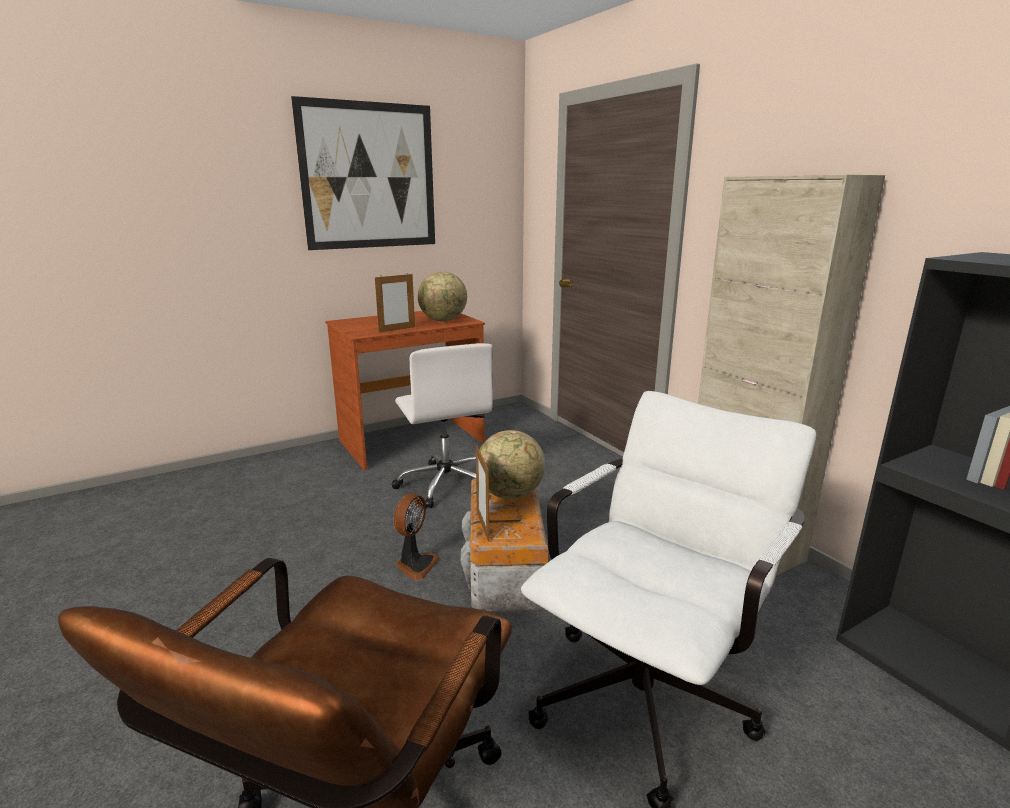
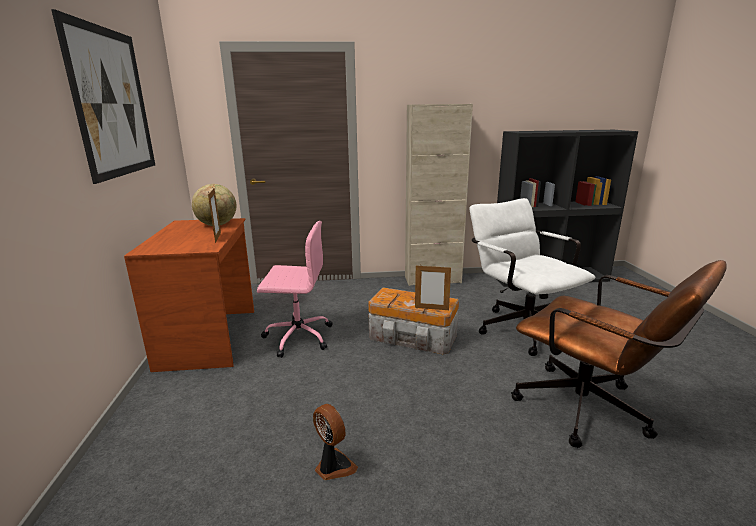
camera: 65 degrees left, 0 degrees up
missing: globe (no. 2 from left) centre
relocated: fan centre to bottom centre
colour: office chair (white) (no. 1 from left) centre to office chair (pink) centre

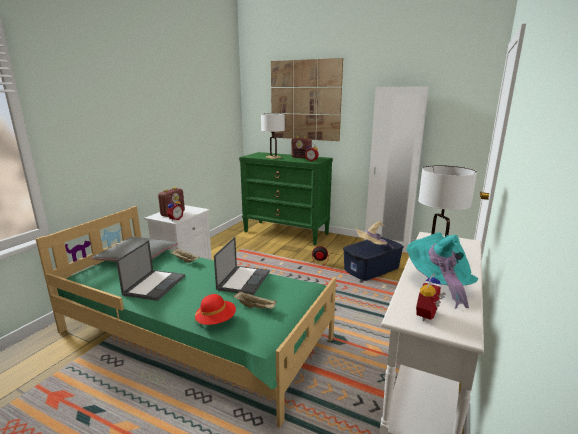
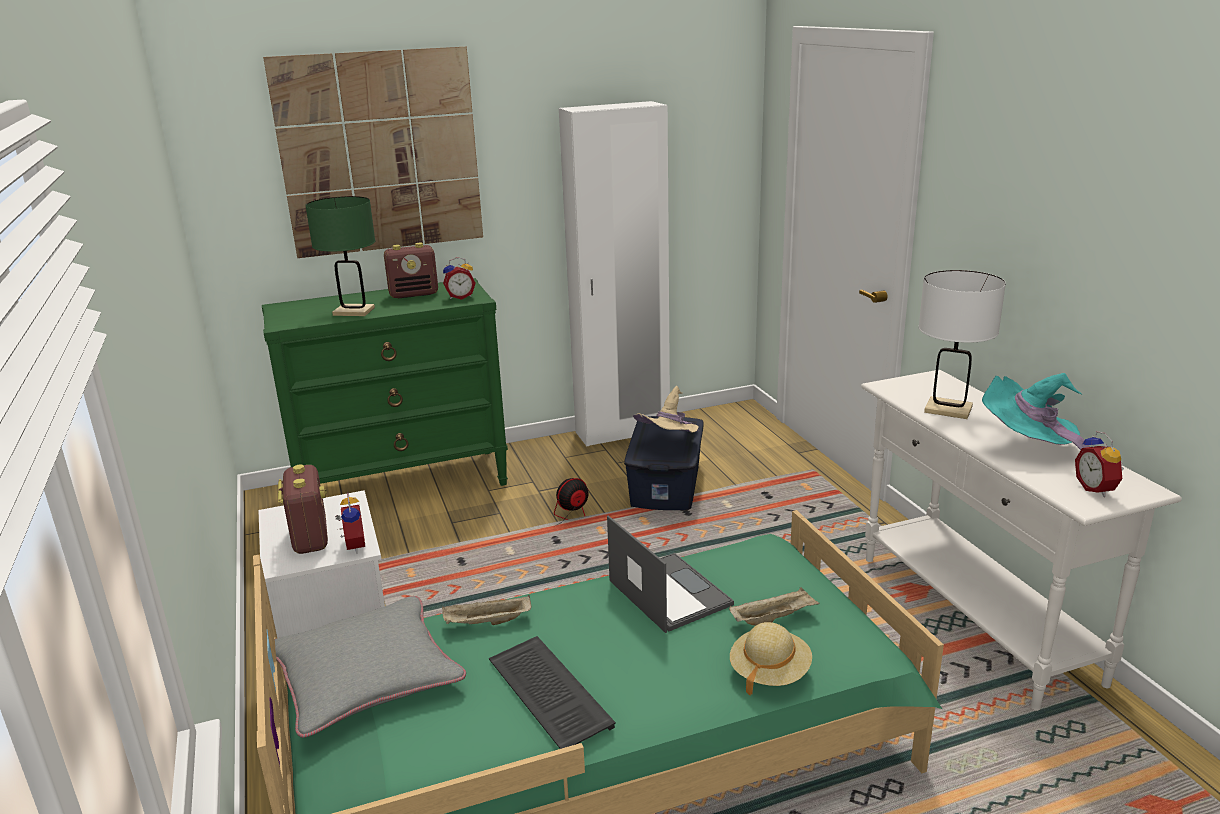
camera: 45 degrees left, 5 degrees up
exchanged: laptop (no. 1 from left) middle left to keyboard bottom centre
colour: table lamp (white) (no. 1 from left) top centre to table lamp (green) top left; hat (red) bottom centre to hat (beige) (no. 2 from left) bottom centre

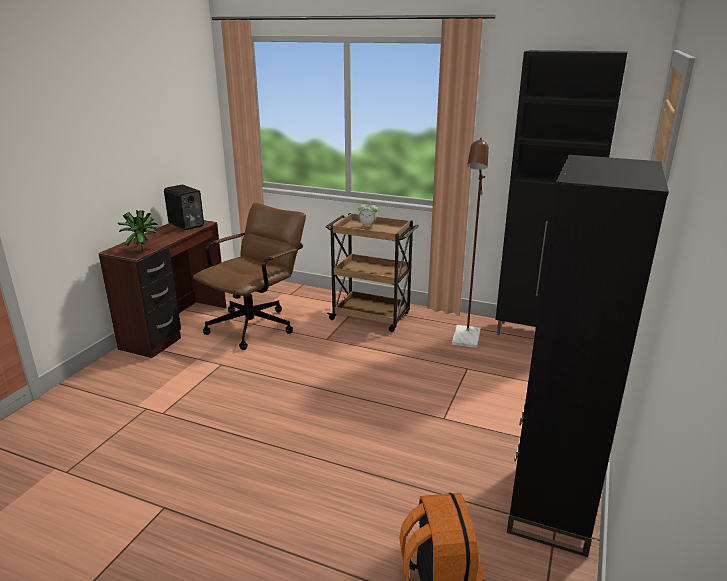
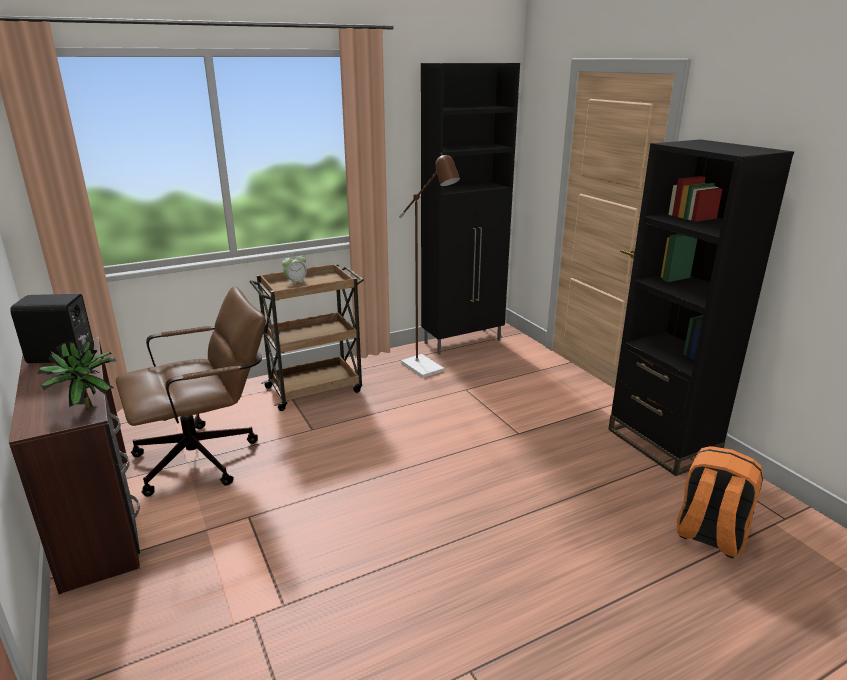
camera: 50 degrees left, 0 degrees up
spun: office chair (brown) centre = middle left 75 degrees clockwise

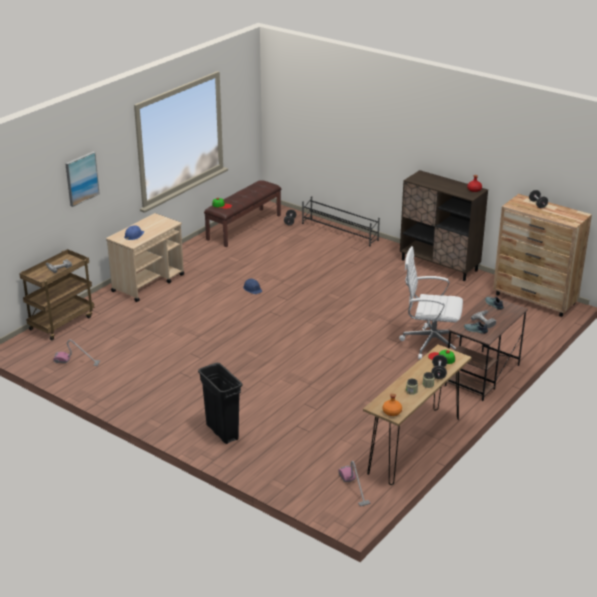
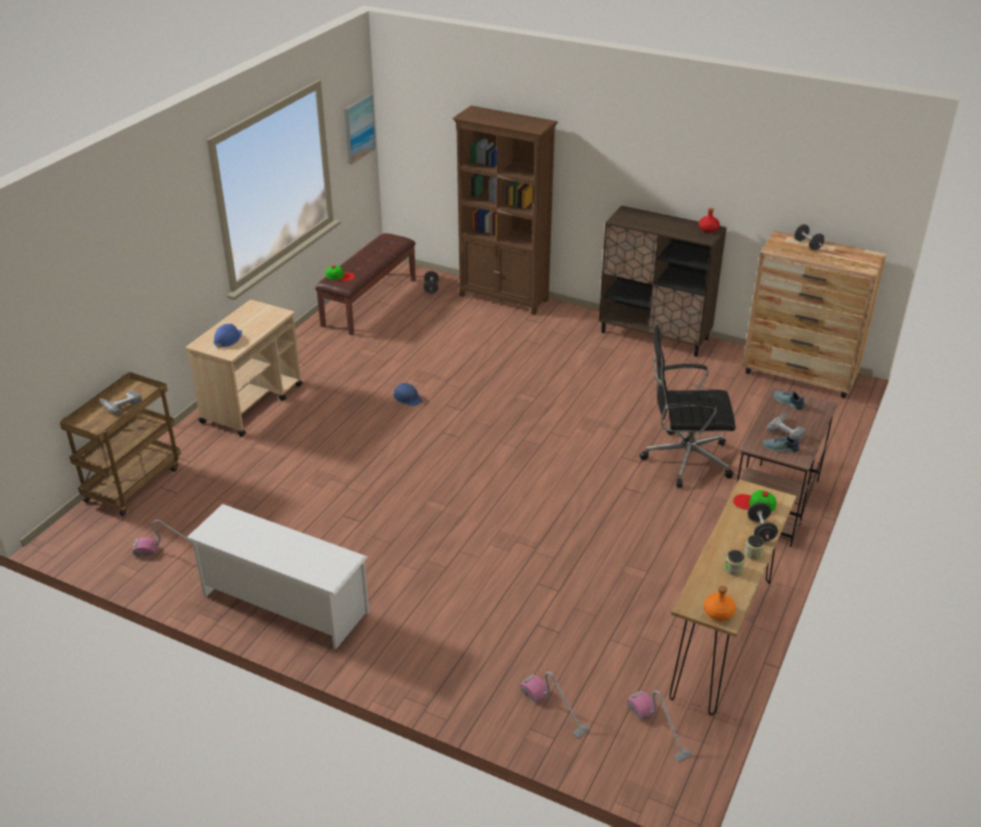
camera: 10 degrees left, 5 degrees up
missing: trash can (black) bottom centre
appeared: shoe rack (white) bottom left; vacuum cleaner (no. 2 from left) bottom centre
relocated: picture top left to top centre
exchanged: shoe rack (black) centre to bookcase (brown) top centre
colour: office chair (white) middle right to office chair (black) middle right

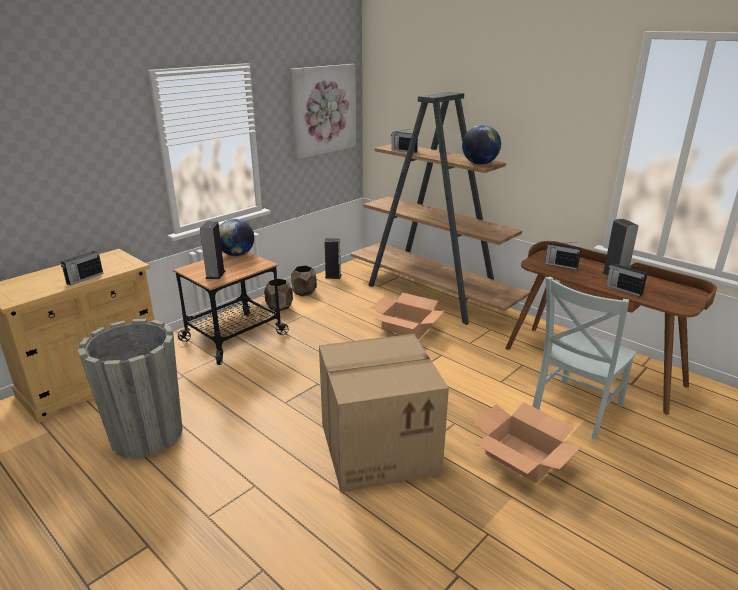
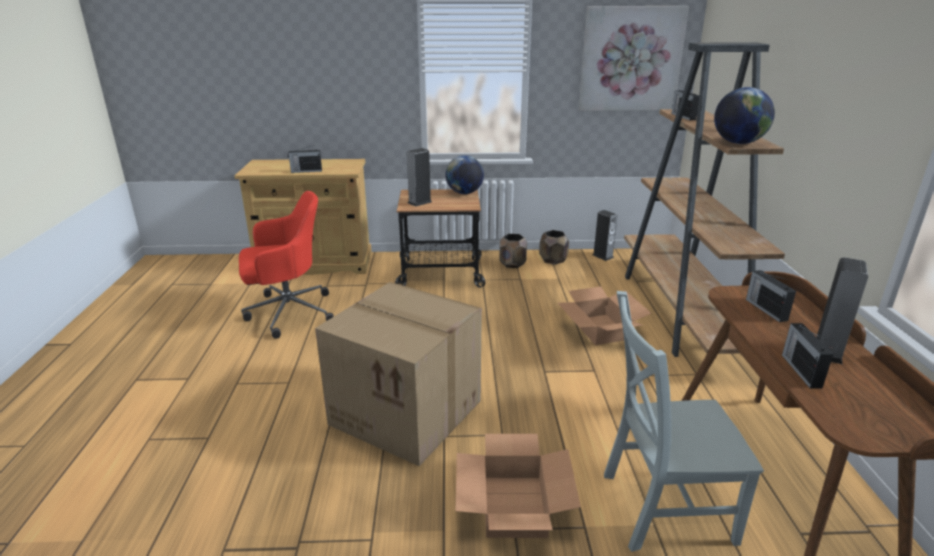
camera: 45 degrees right, 0 degrees up
exchanged: planter (grey) middle left to office chair (red) middle left

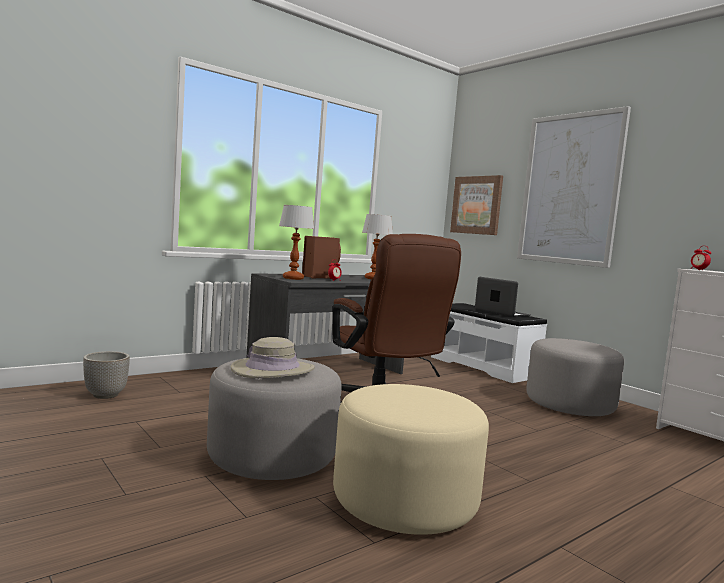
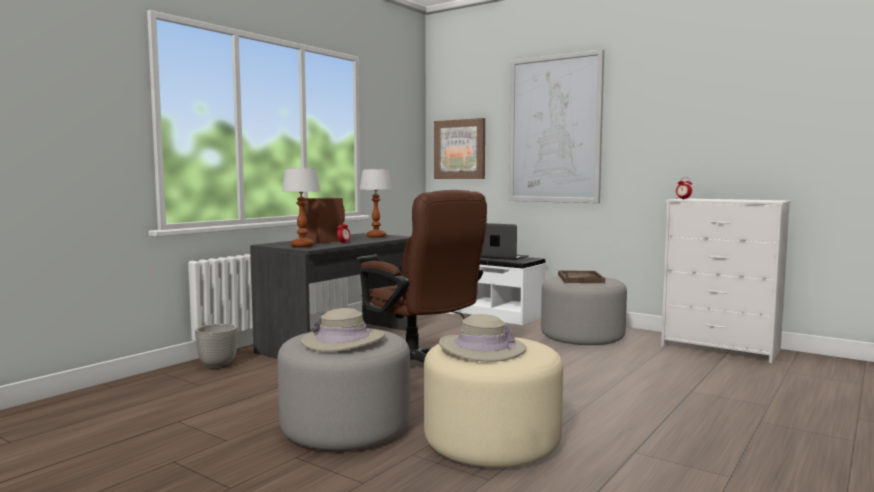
camera: 15 degrees left, 0 degrees up
appeared: hat (beige) (no. 2 from left) bottom centre; tray (brown) centre
relocated: planter middle left to bottom left

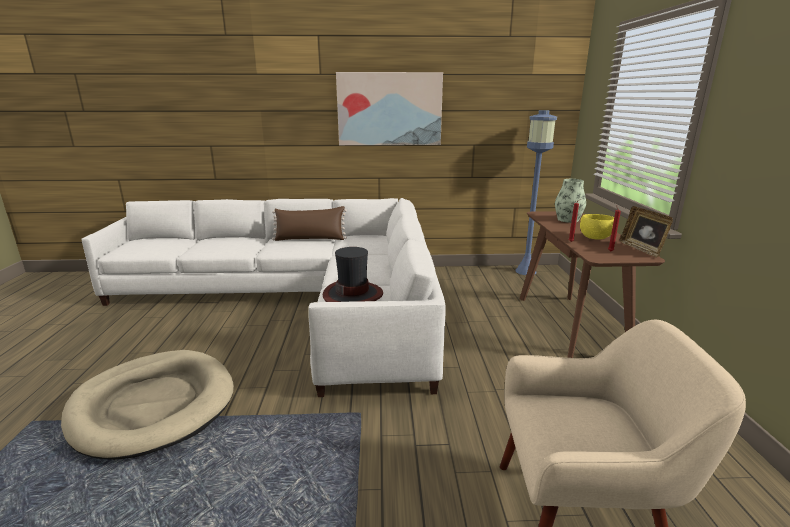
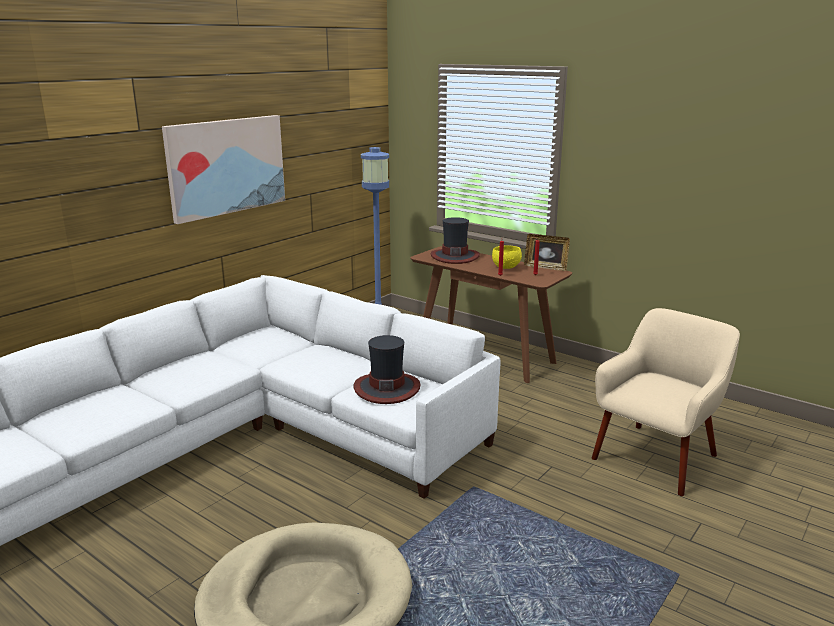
camera: 50 degrees left, 0 degrees up
missing: pillow (brown) centre
exchanged: vase middle right to hat (no. 2 from left) centre

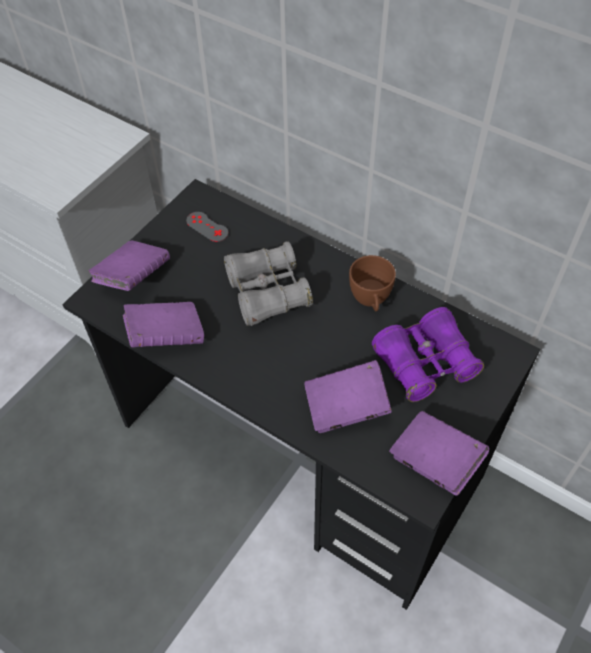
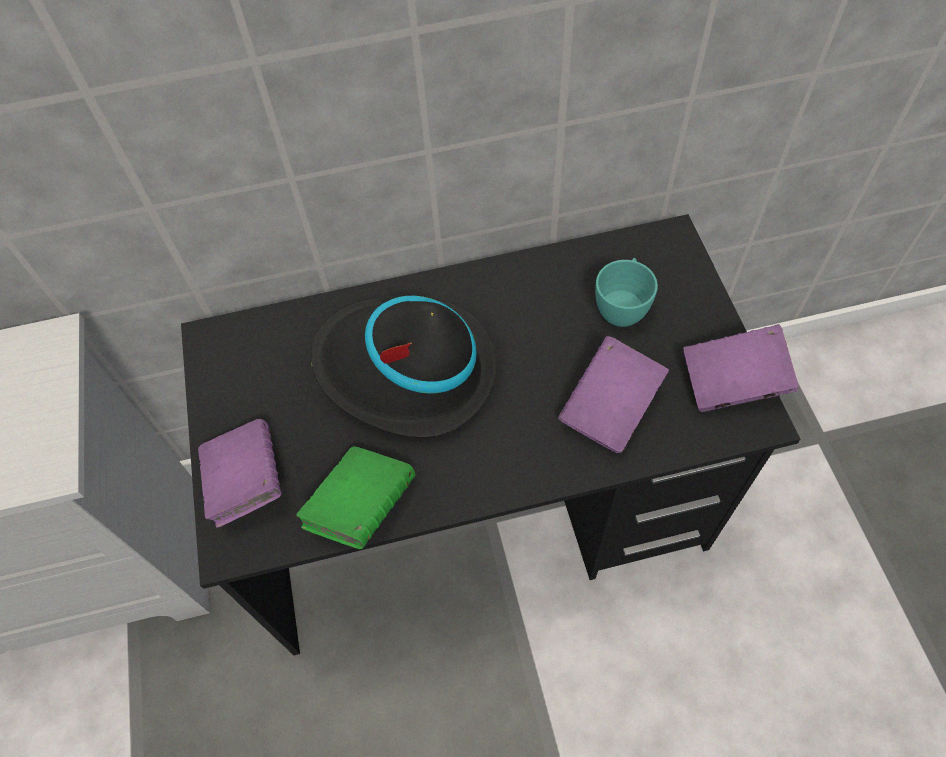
camera: 45 degrees left, 5 degrees up
missing: game controller (grey) centre; cup (brown) centre
exchanged: binoculars (grey) centre to hat (black) centre; binoculars (purple) middle right to cup (turquoise) centre
colour: book (purple) (no. 2 from left) middle left to book (green) centre

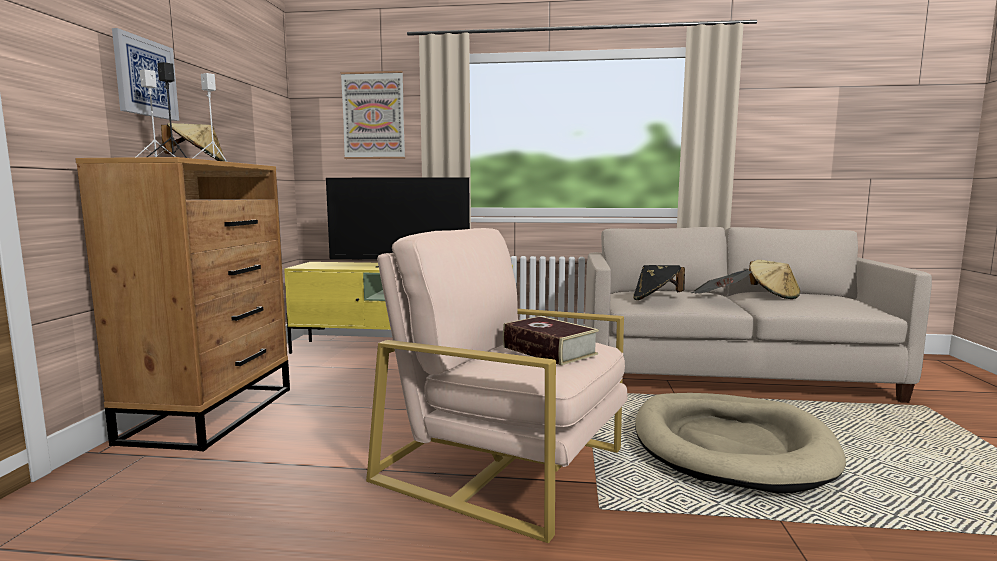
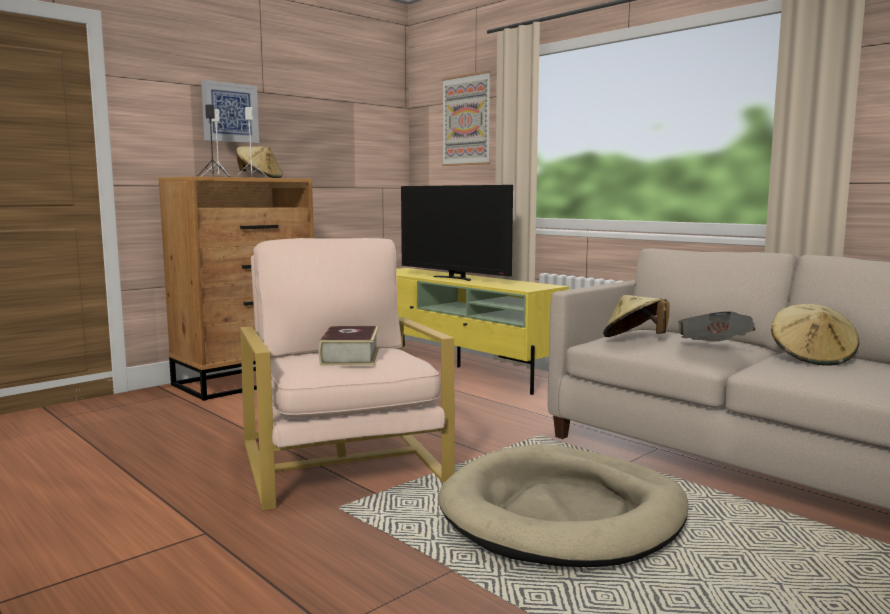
camera: 40 degrees right, 0 degrees up
colour: hat (black) centre to hat (beige) (no. 2 from left) middle right

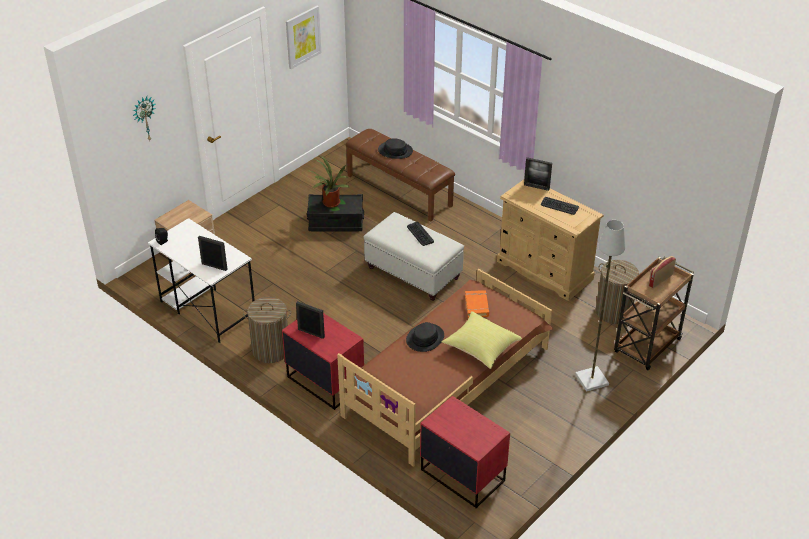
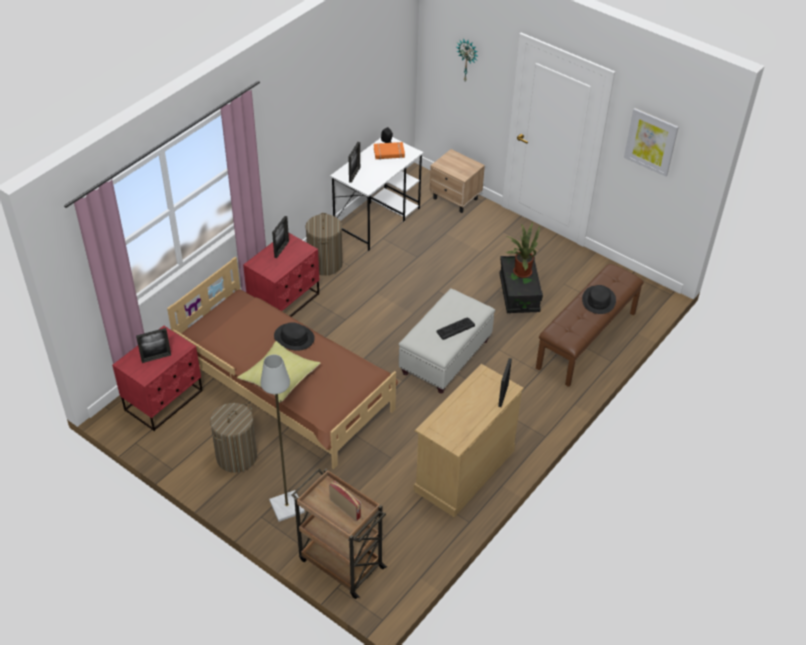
camera: 85 degrees right, 5 degrees up
missing: keyboard (no. 2 from left) middle right
appeared: picture frame (no. 1 from left) middle left
relocated: laundry basket (no. 2 from left in the first image) middle right to laundry basket (no. 1 from left) bottom left; book (orange) centre to top centre

